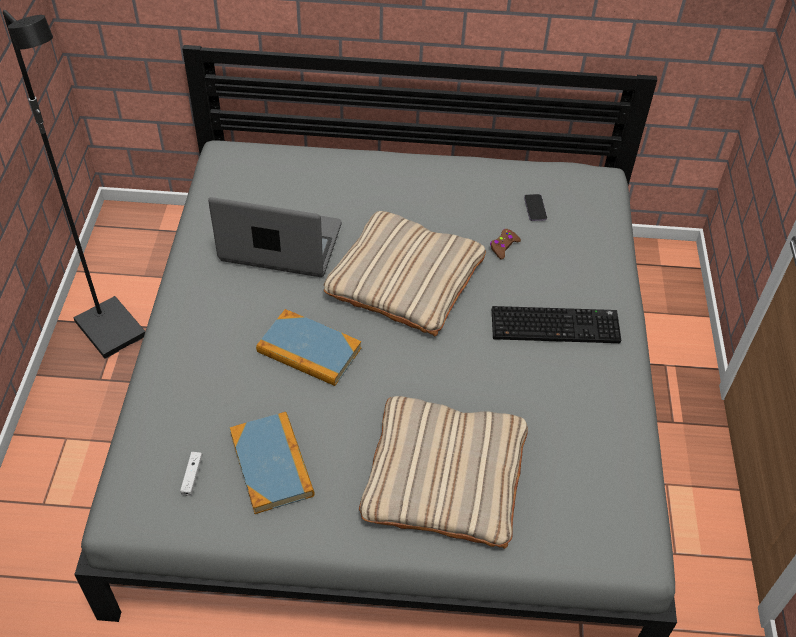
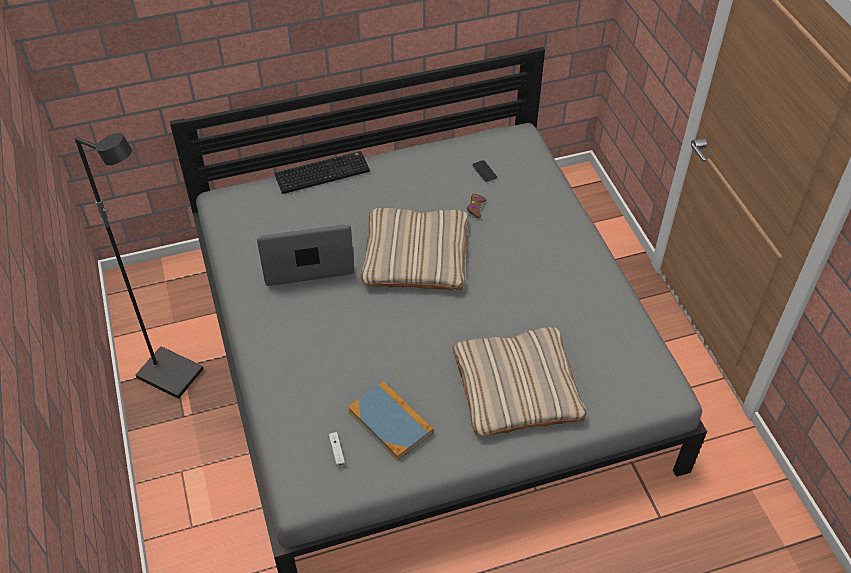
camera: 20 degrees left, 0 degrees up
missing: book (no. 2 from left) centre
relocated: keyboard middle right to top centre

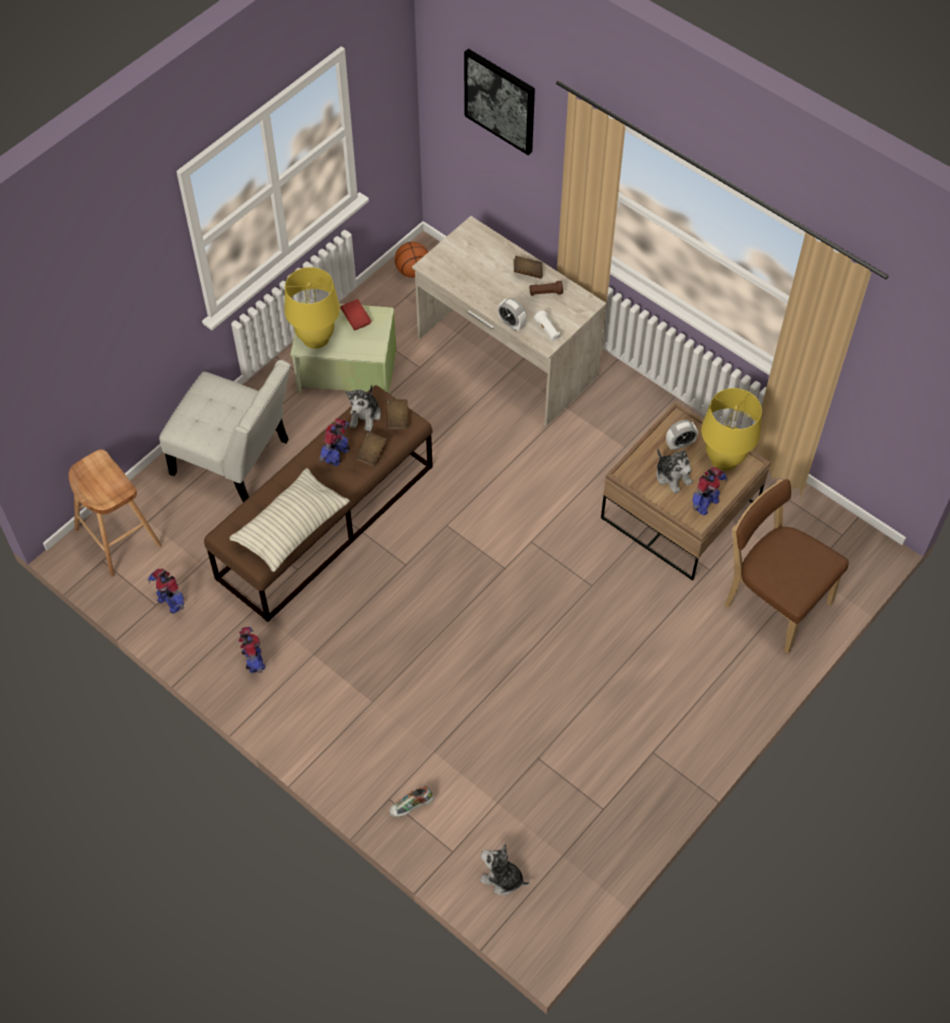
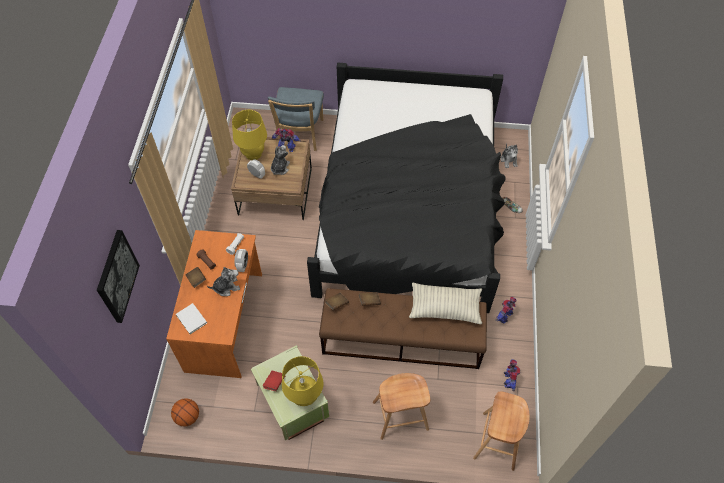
camera: 125 degrees left, 0 degrees up
missing: toy robot (no. 3 from left) centre
appeared: book (white) middle left; bed (black) centre
relocated: plush toy (no. 1 from left) centre to middle left
exchanged: chair (white) middle left to stool (brown) (no. 1 from left) bottom centre
colour: desk (beige) top centre to desk (orange) middle left; chair (brown) middle right to chair (blue) top centre

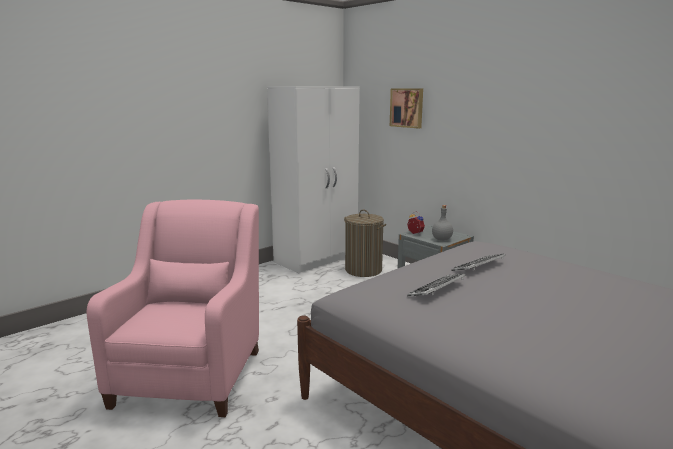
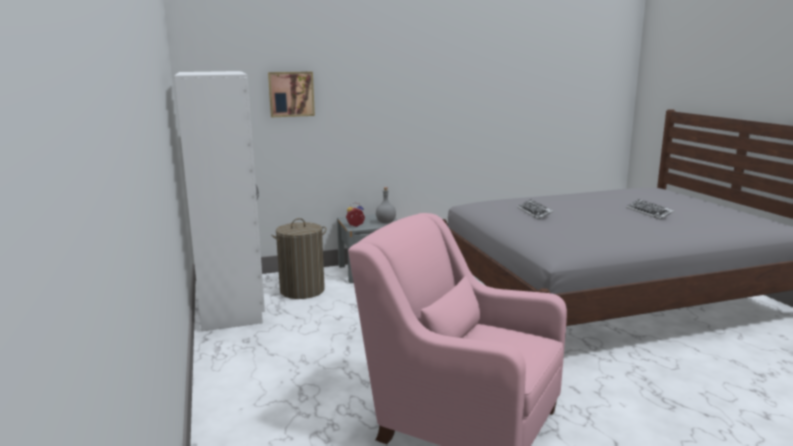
camera: 65 degrees left, 0 degrees up
relocated: keyboard (no. 1 from left in the first image) centre to keyboard (no. 2 from left) middle right

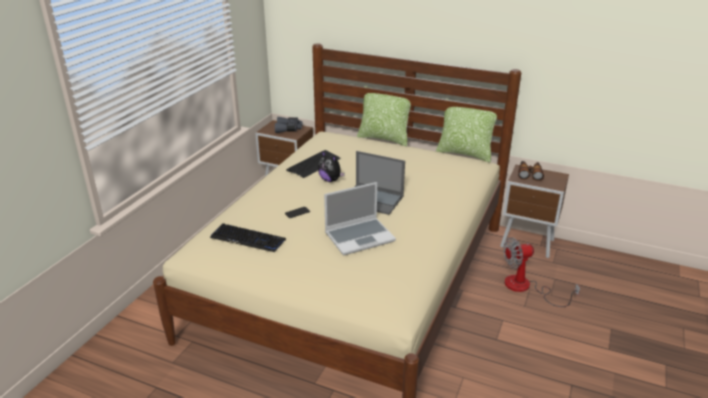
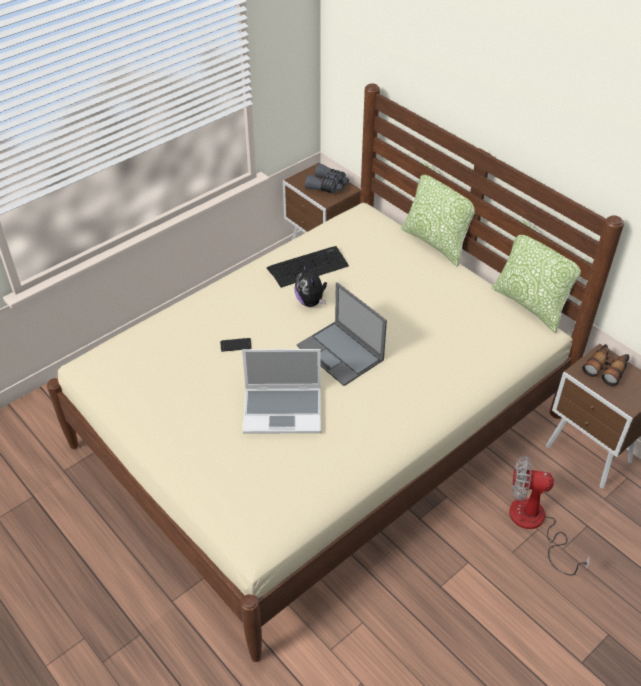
camera: 25 degrees right, 15 degrees up
missing: keyboard (no. 1 from left) centre

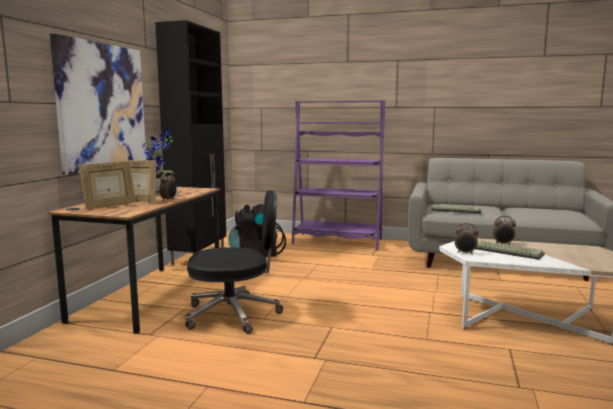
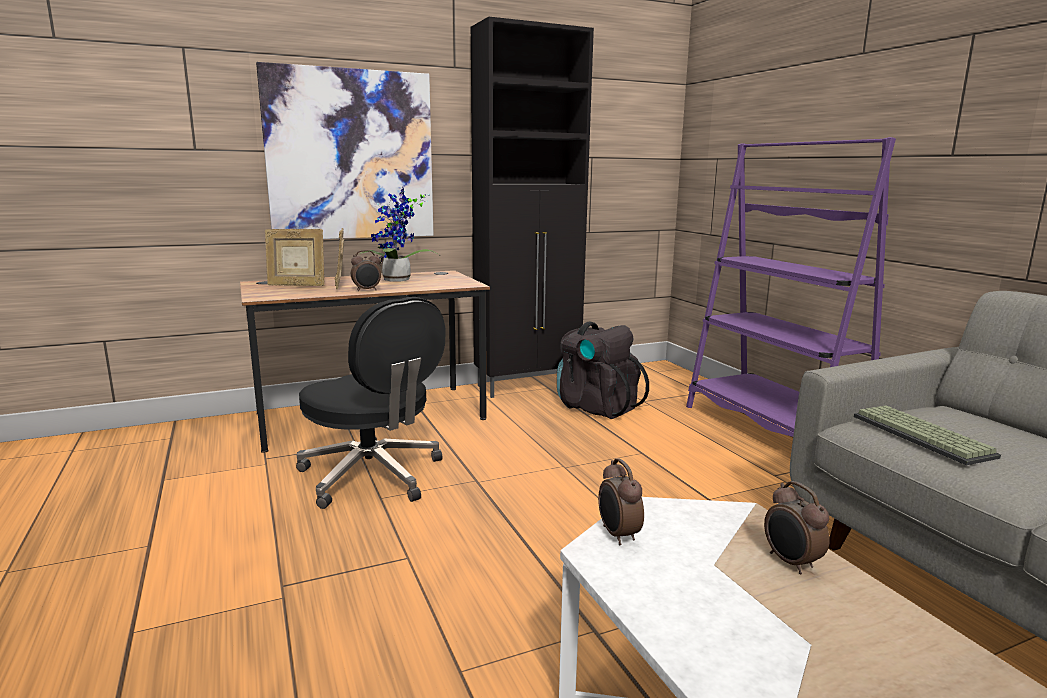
camera: 50 degrees right, 5 degrees up
missing: keyboard (no. 2 from left) middle right

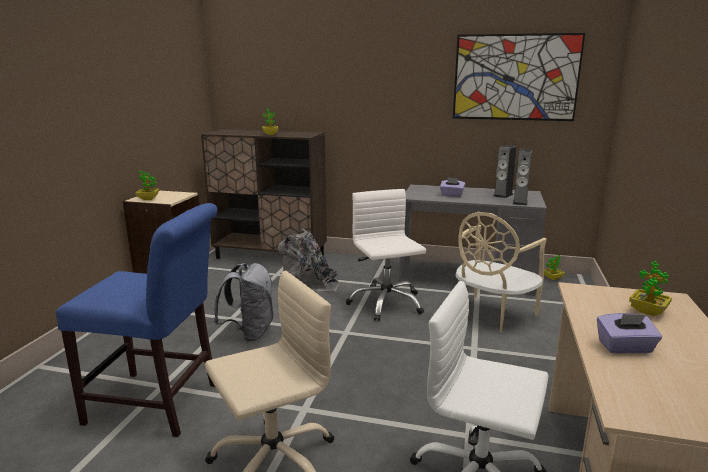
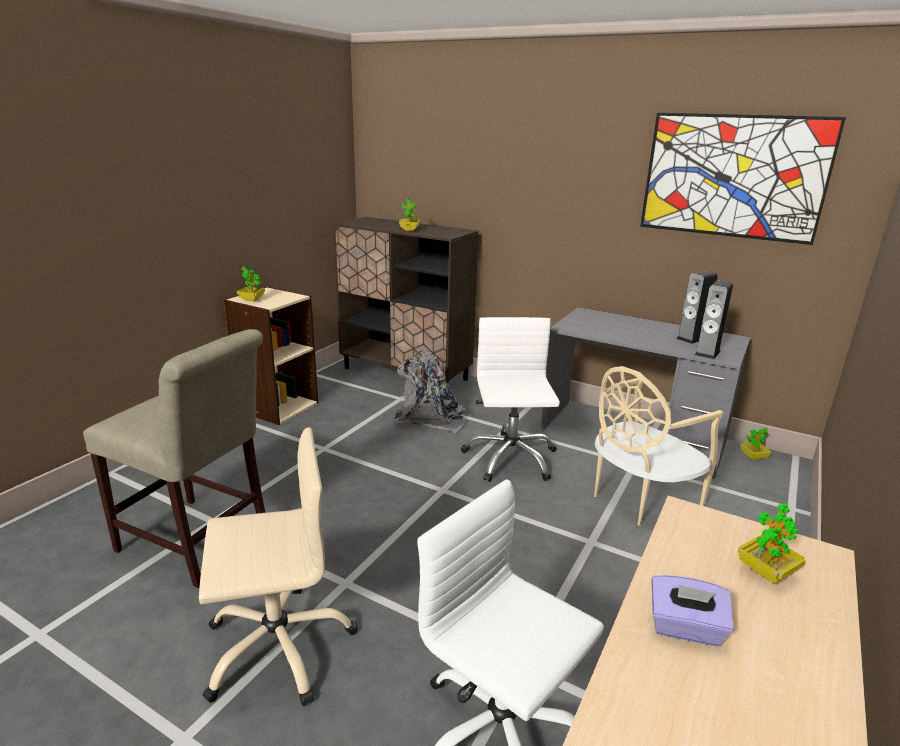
camera: 15 degrees right, 5 degrees up
missing: backpack (grey) (no. 1 from left) centre; tissue box (purple) (no. 1 from left) centre
colour: chair (blue) bottom left to chair (beige) (no. 1 from left) middle left

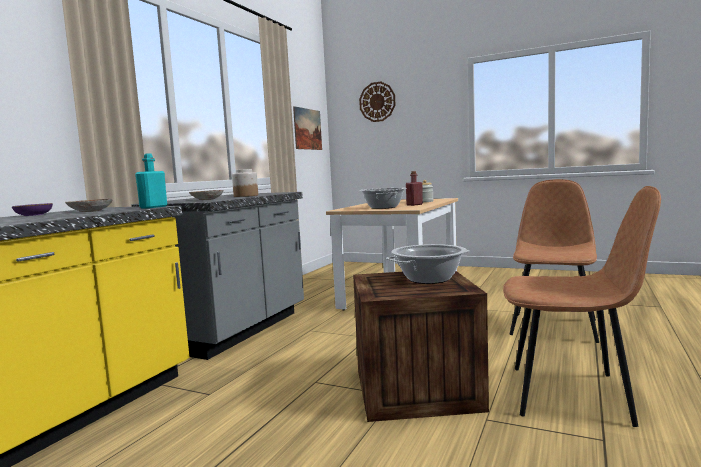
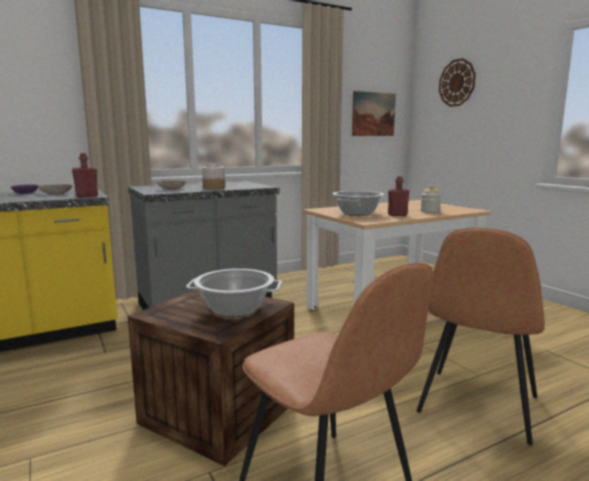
camera: 35 degrees right, 5 degrees up
colour: bottle (turquoise) middle left to bottle (red) (no. 1 from left) middle left
spun: chair (brown) (no. 1 from left in the first image) middle right = bottom right 150 degrees clockwise

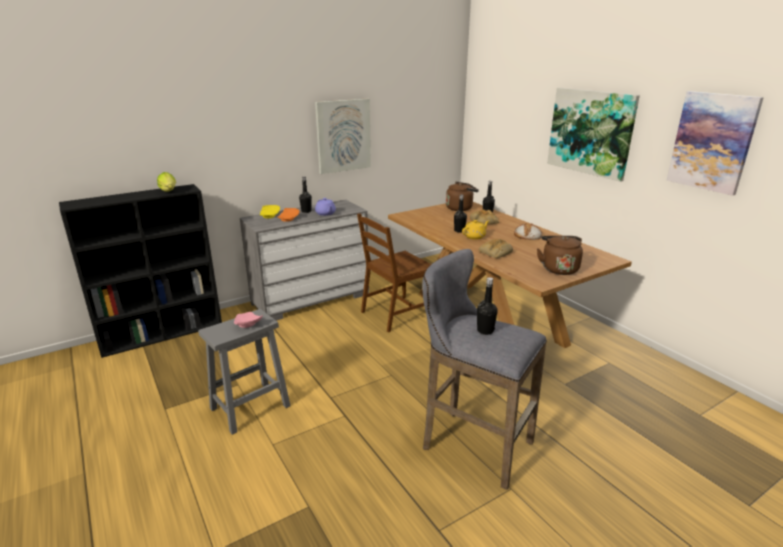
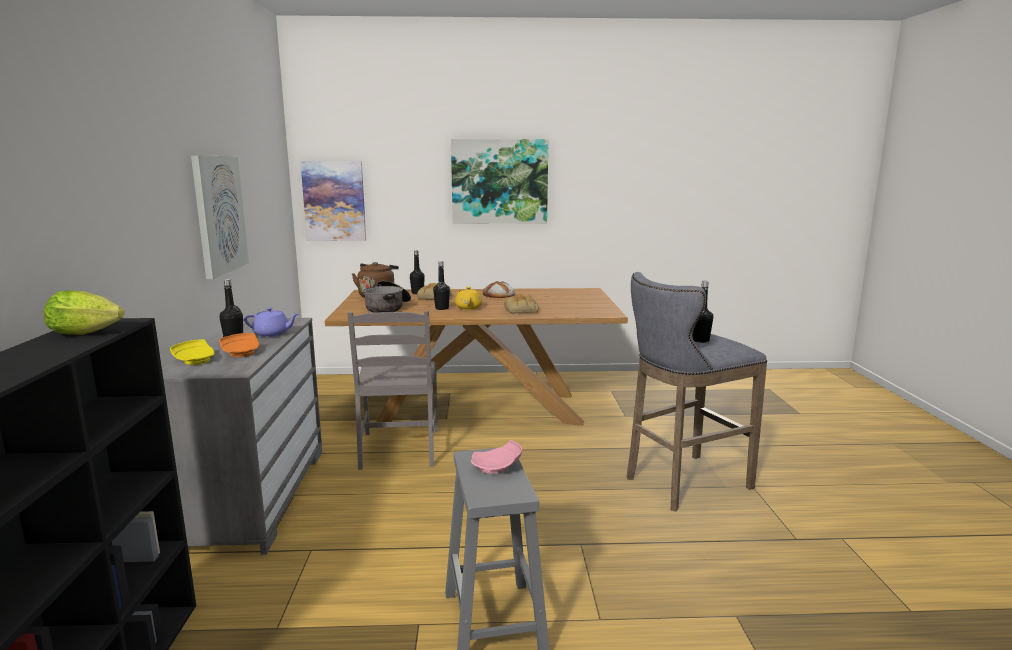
camera: 60 degrees left, 10 degrees down
missing: kettle (brown) (no. 2 from left) middle right
appeared: cooking pot centre
relocated: picture (no. 3 from left in the first image) top right to picture (no. 2 from left) top left
colour: chair (brown) centre to chair (grey) centre

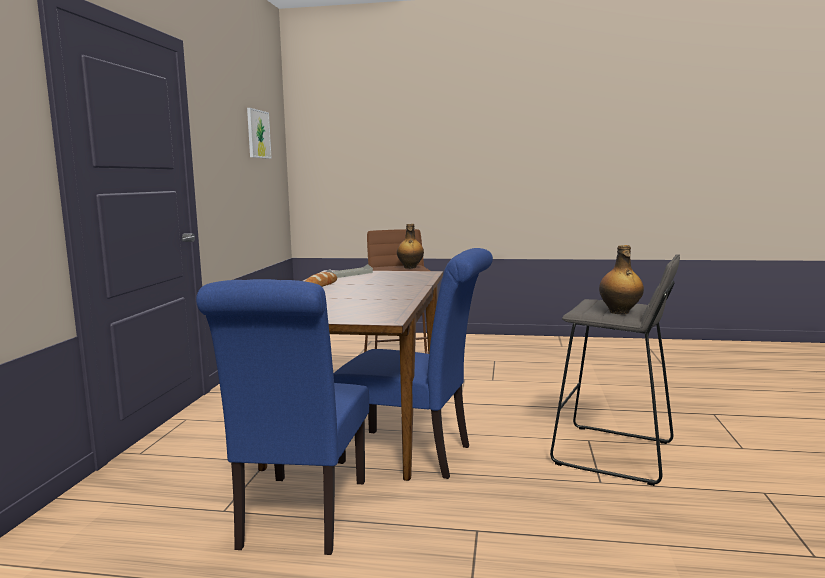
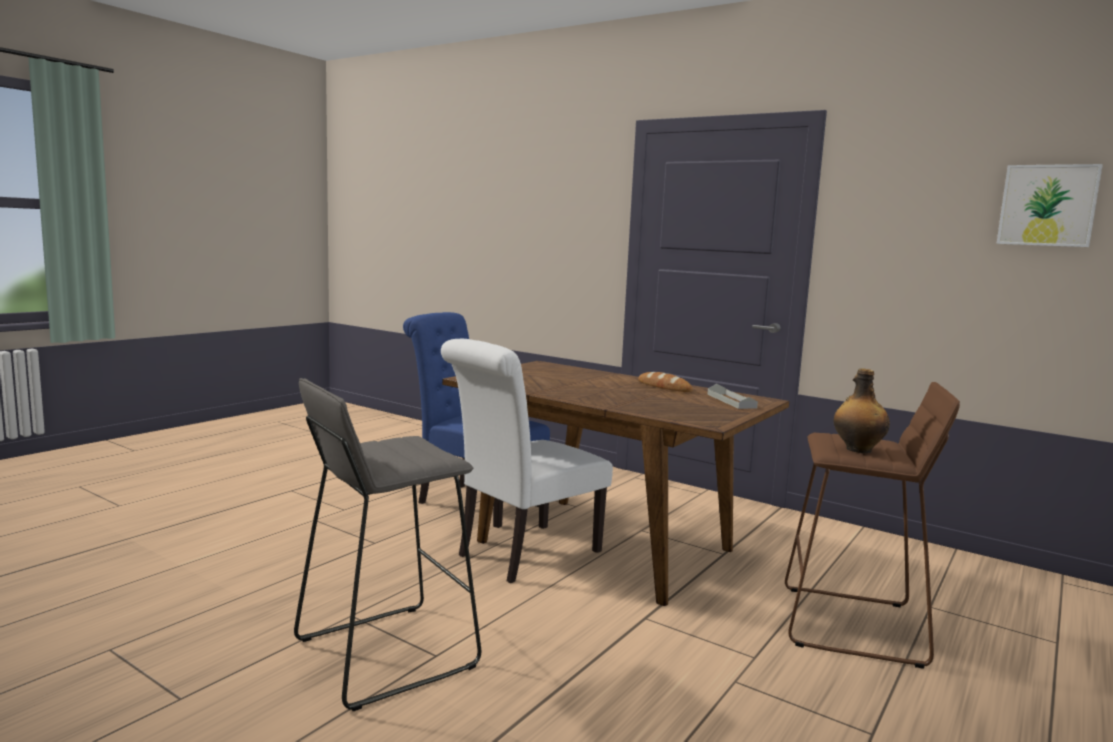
camera: 115 degrees right, 0 degrees up
missing: bottle (no. 2 from left) middle right
colour: chair (blue) (no. 2 from left) centre to chair (white) centre

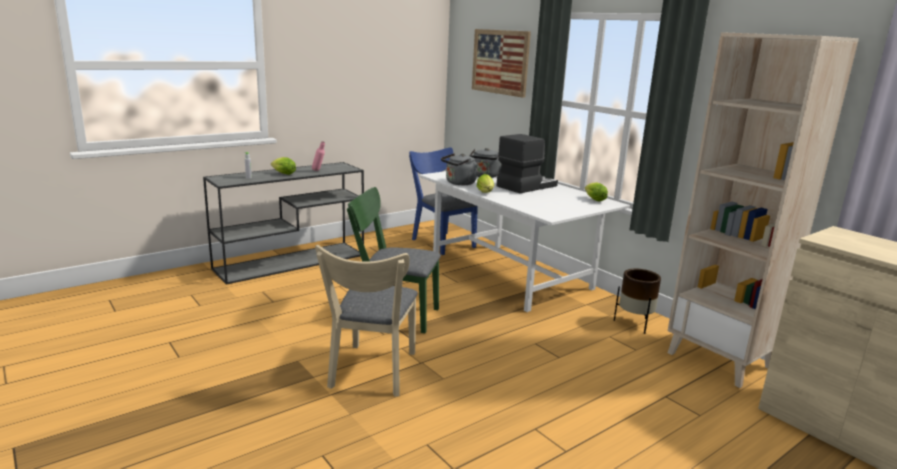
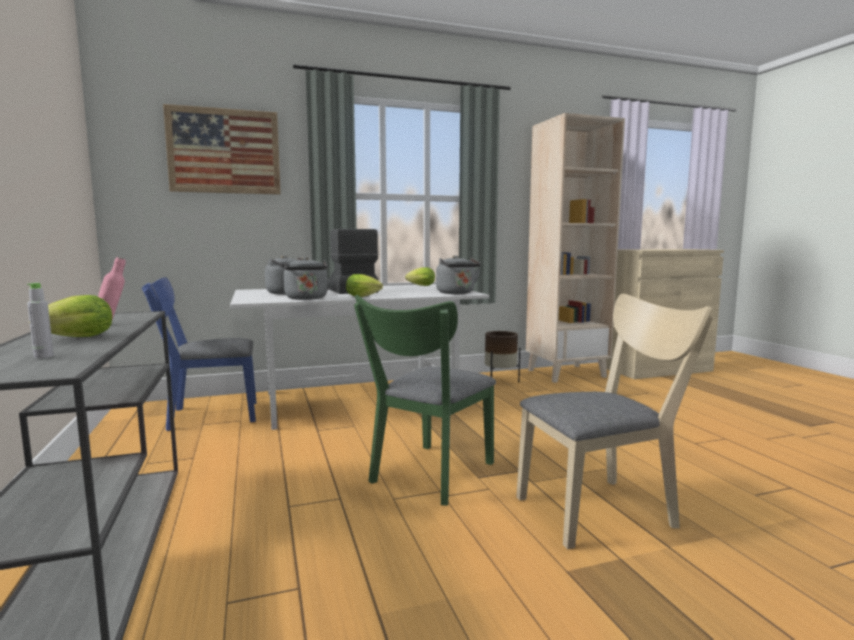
camera: 70 degrees left, 10 degrees down
appeared: kettle (grey) (no. 3 from left) centre
spun: chair (beige) bottom centre = middle right 45 degrees counterclockwise

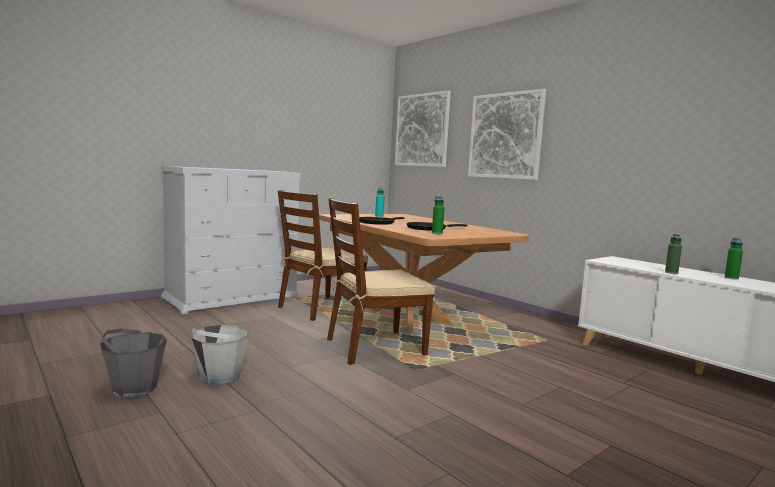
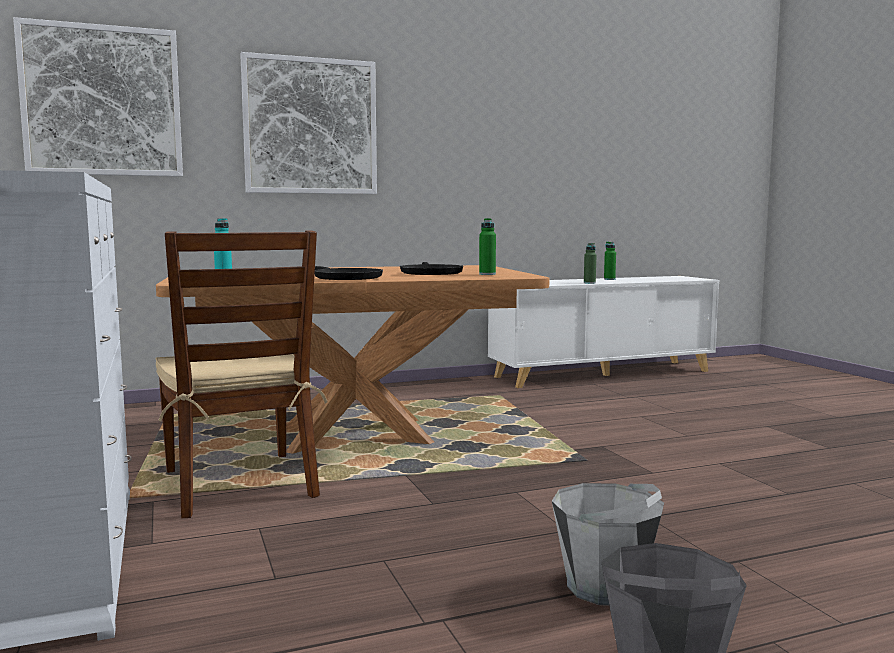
camera: 70 degrees left, 0 degrees up
missing: chair (brown) (no. 2 from left) centre

